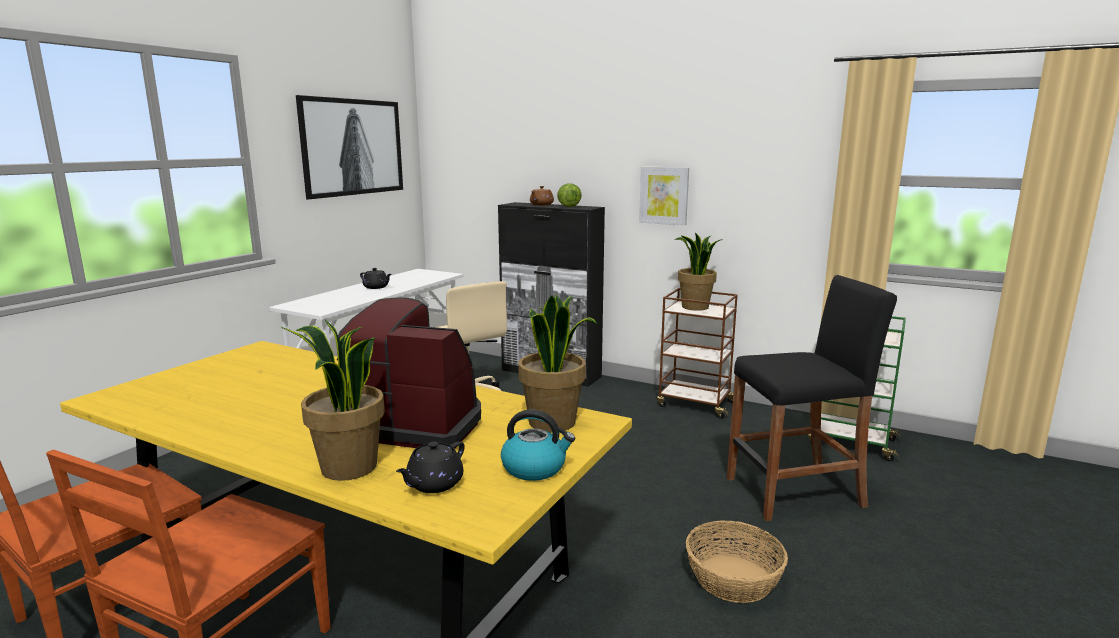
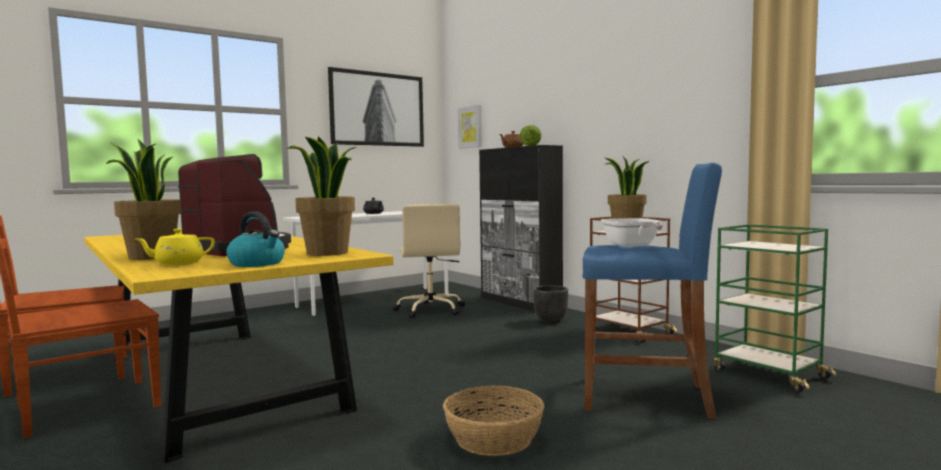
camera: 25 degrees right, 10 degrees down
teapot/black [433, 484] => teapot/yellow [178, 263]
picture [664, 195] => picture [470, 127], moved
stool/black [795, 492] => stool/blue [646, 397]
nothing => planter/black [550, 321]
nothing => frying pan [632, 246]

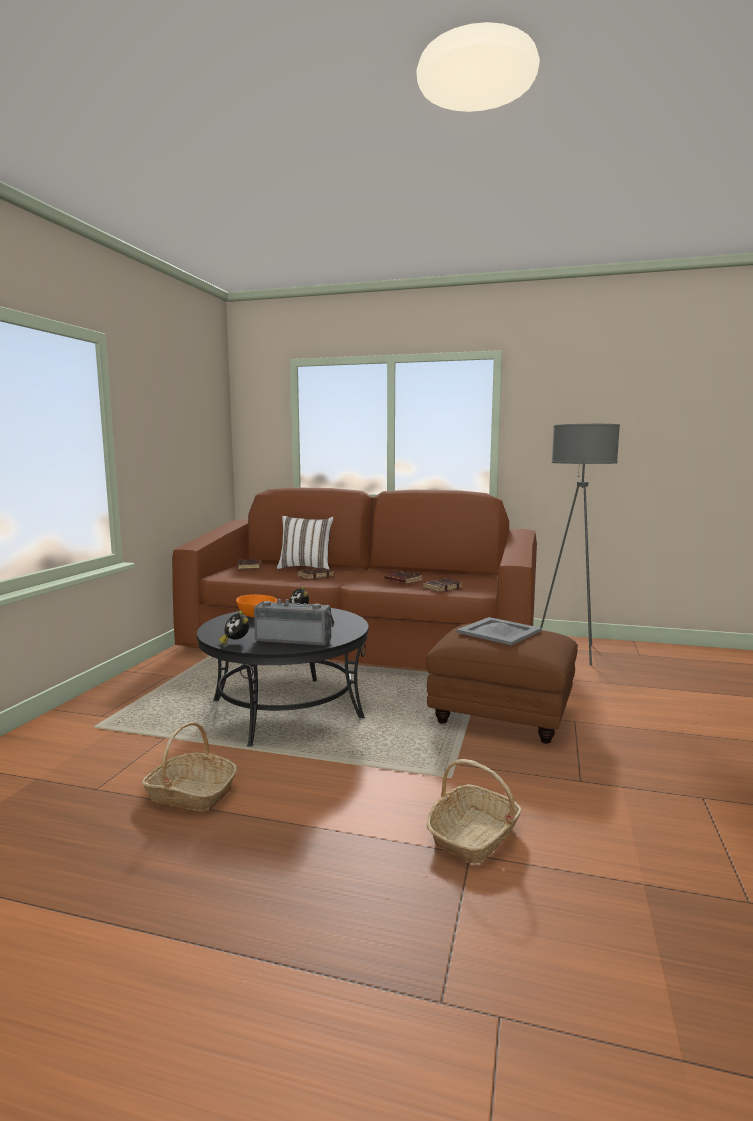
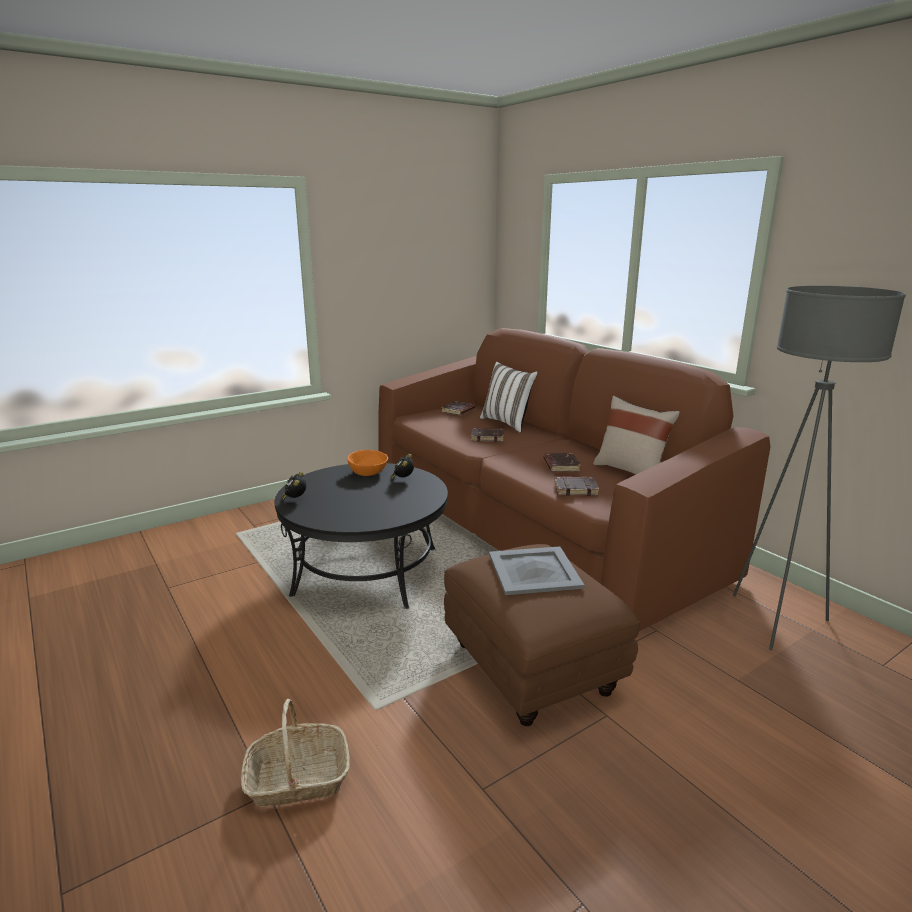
camera: 40 degrees right, 10 degrees up
basket [190, 794] => nothing
radio [294, 639] => nothing
nothing => pillow/beige [631, 471]

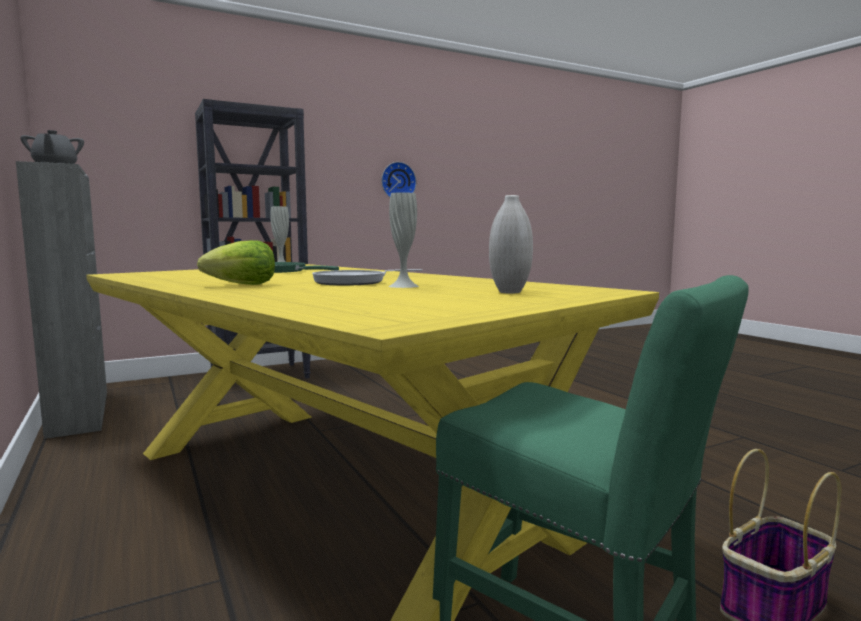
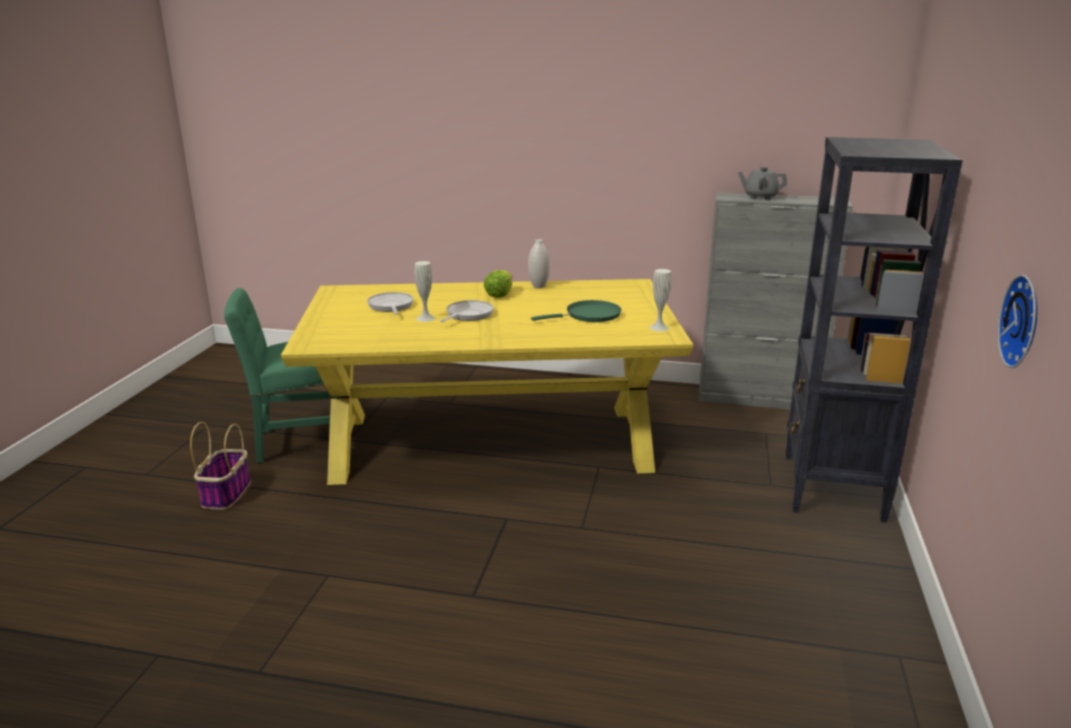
camera: 130 degrees right, 15 degrees up
vase/white [509, 292] => vase/white [538, 286], moved
nothing => frying pan [391, 306]

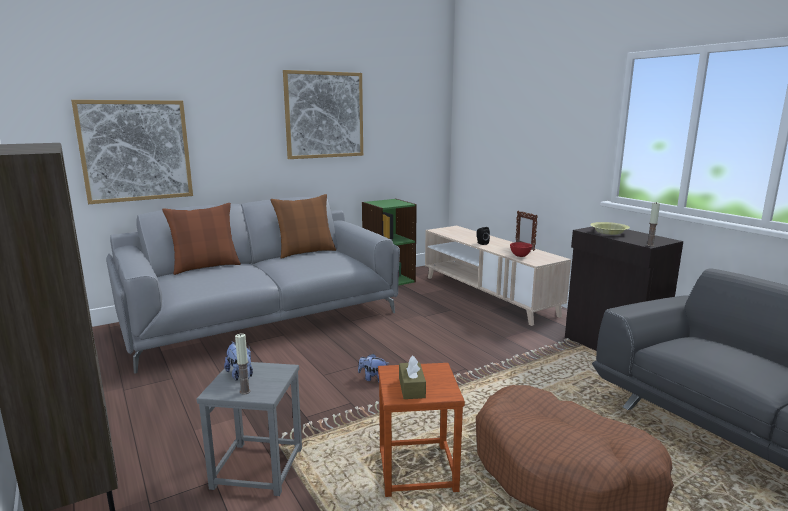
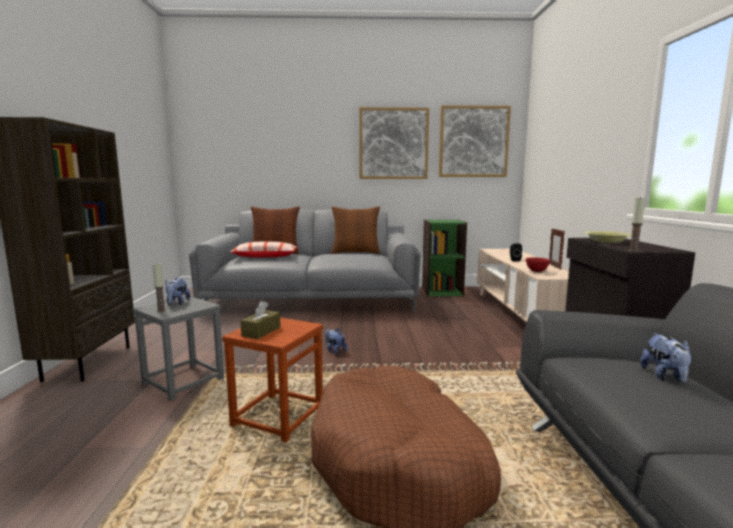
camera: 30 degrees right, 5 degrees down
picture [136, 151] => picture [473, 142], moved
nothing => pillow [265, 256]
nothing => plush toy [665, 376]

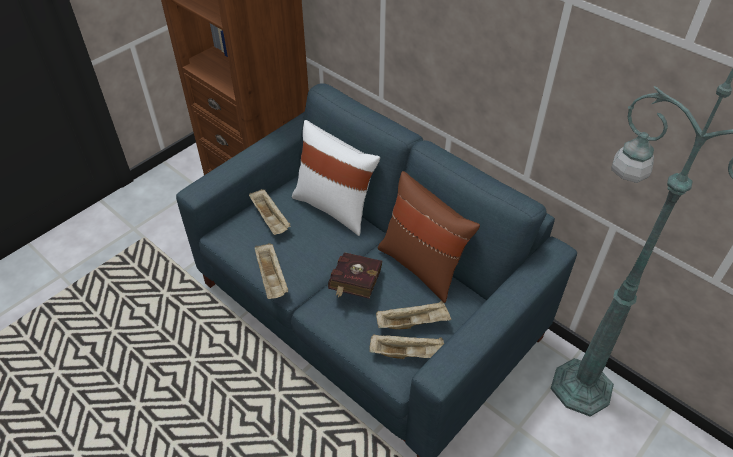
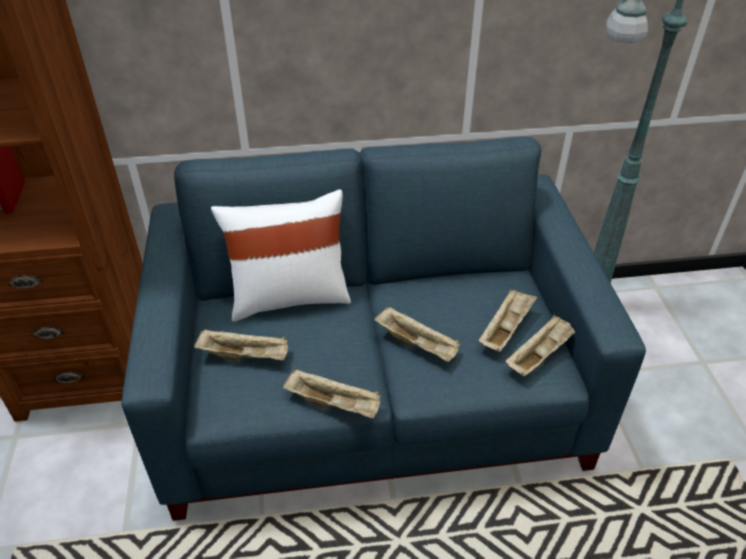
camera: 50 degrees left, 5 degrees down
book/red [354, 287] => tray/beige [417, 344]
pillow/brown [422, 266] => nothing

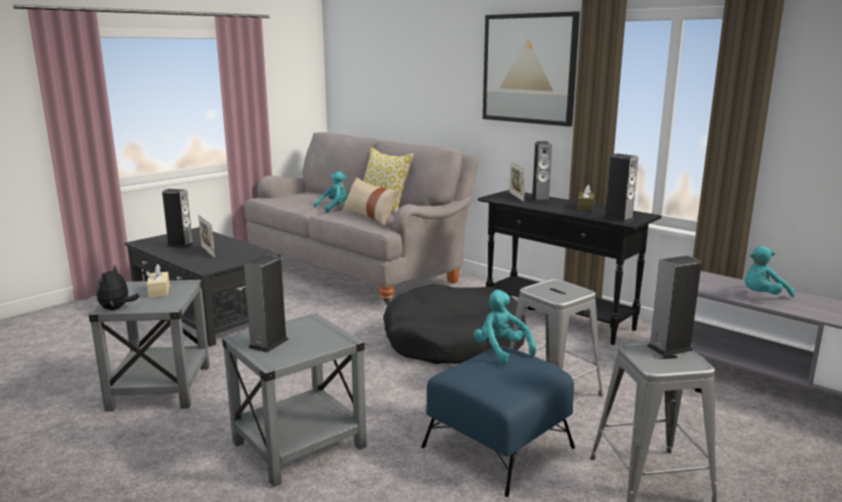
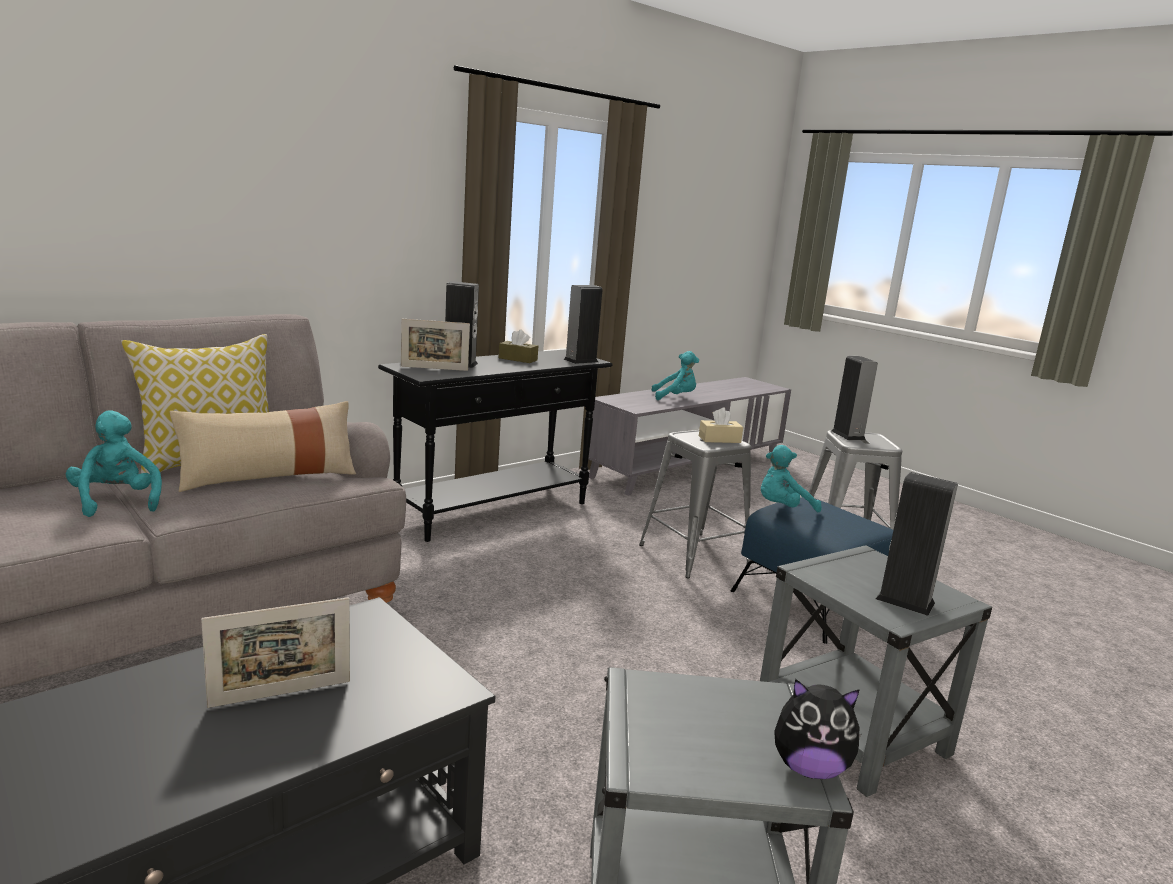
camera: 85 degrees left, 0 degrees up
tissue box/beige [159, 291] => tissue box/beige [719, 439], moved
speaker [180, 245] => nothing
dog bed/black [453, 342] => nothing
picture [529, 69] => nothing
plush toy/turquoise [762, 296] => plush toy/turquoise [675, 397], 75 degrees counterclockwise

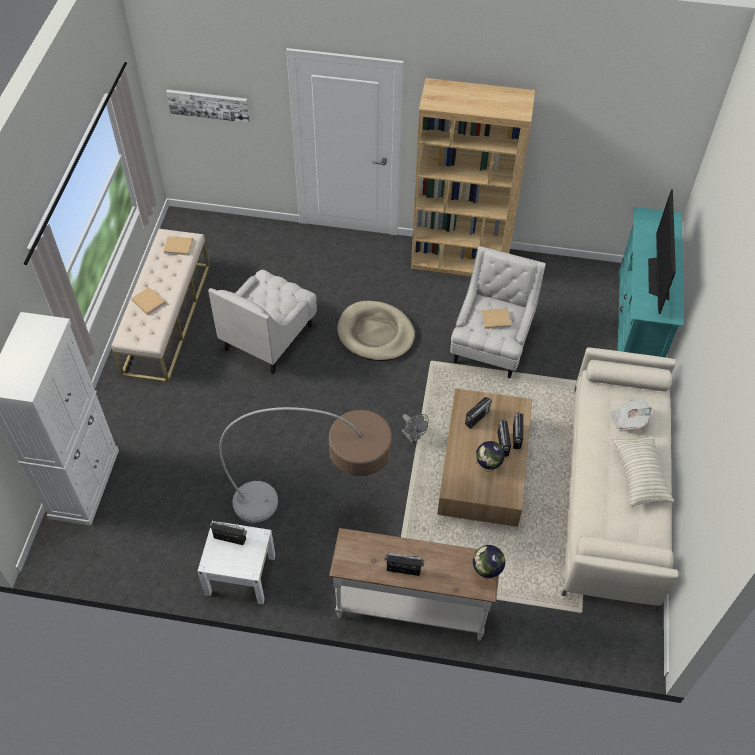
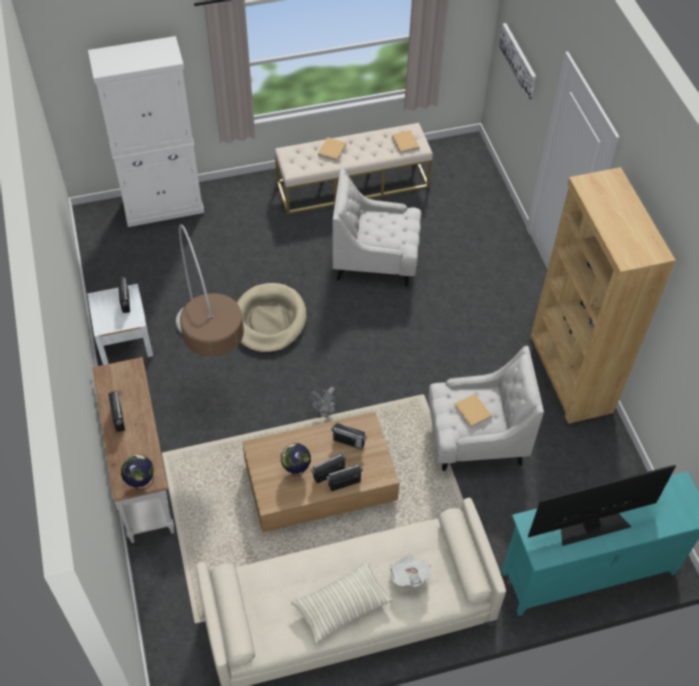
camera: 65 degrees right, 0 degrees up
dog bed/beige [375, 334] => dog bed/beige [269, 321], moved

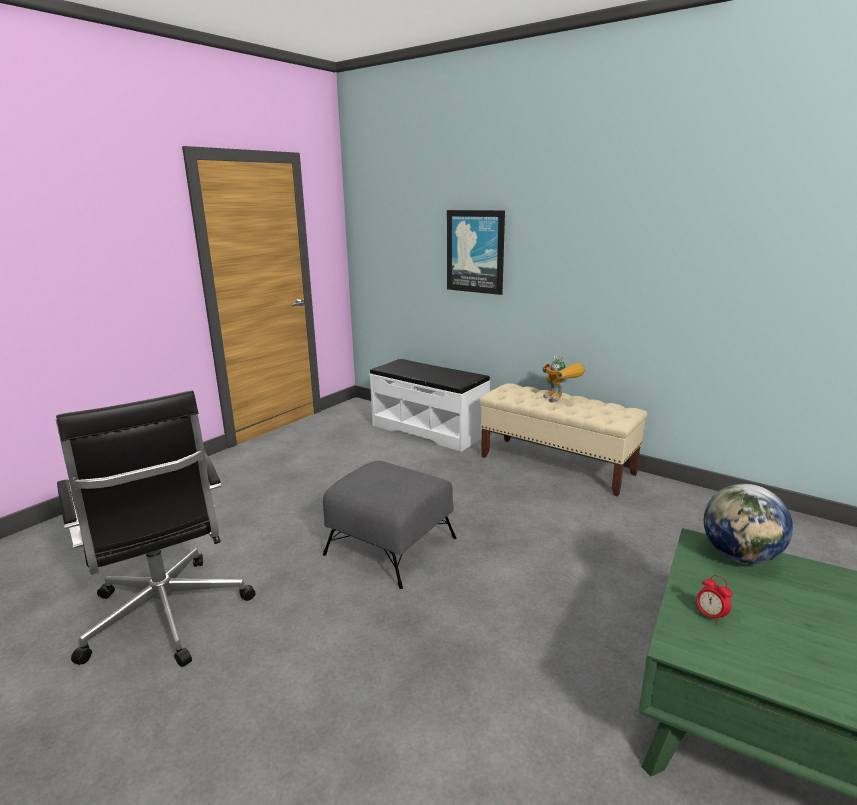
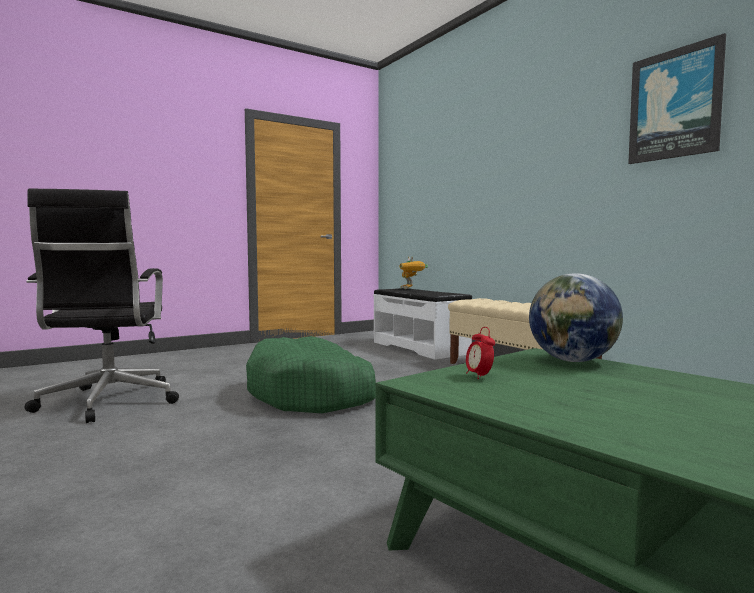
camera: 20 degrees right, 15 degrees down
ottoman/grey [390, 545] => dog bed/green [312, 394]
picture [475, 251] => picture [675, 104], moved
toy robot [561, 399] => toy robot [411, 288], moved

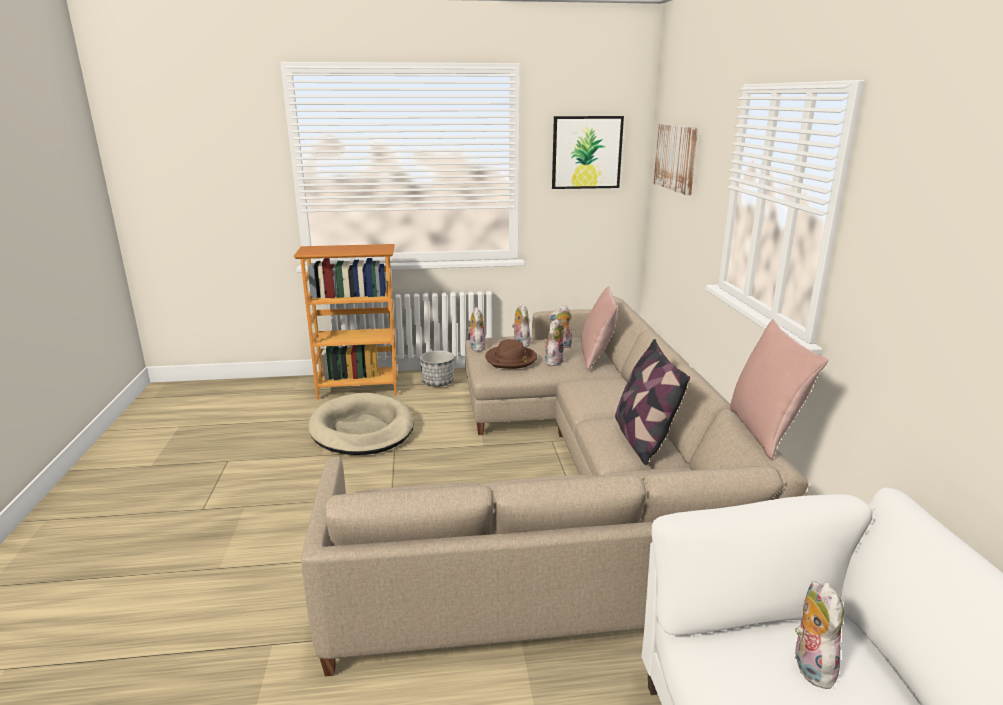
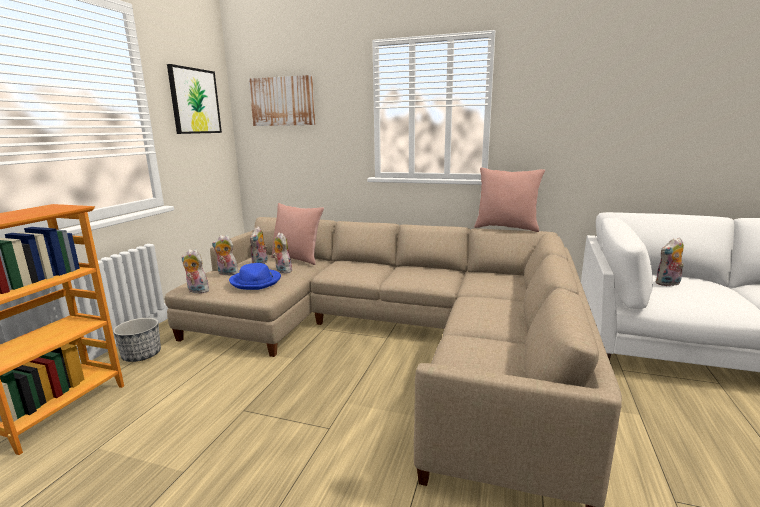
camera: 65 degrees left, 5 degrees down
dog bed/beige [362, 429] => nothing
hat/brown [511, 360] => hat/blue [256, 281]
pillow [642, 440] => nothing
plush toy [809, 666] => plush toy [668, 284], 45 degrees counterclockwise

